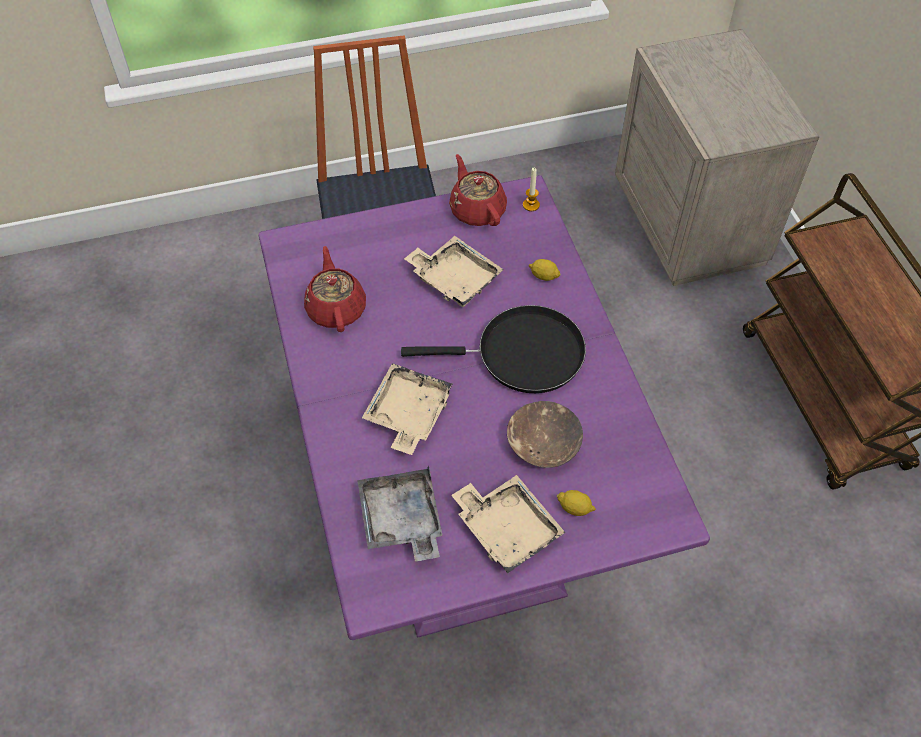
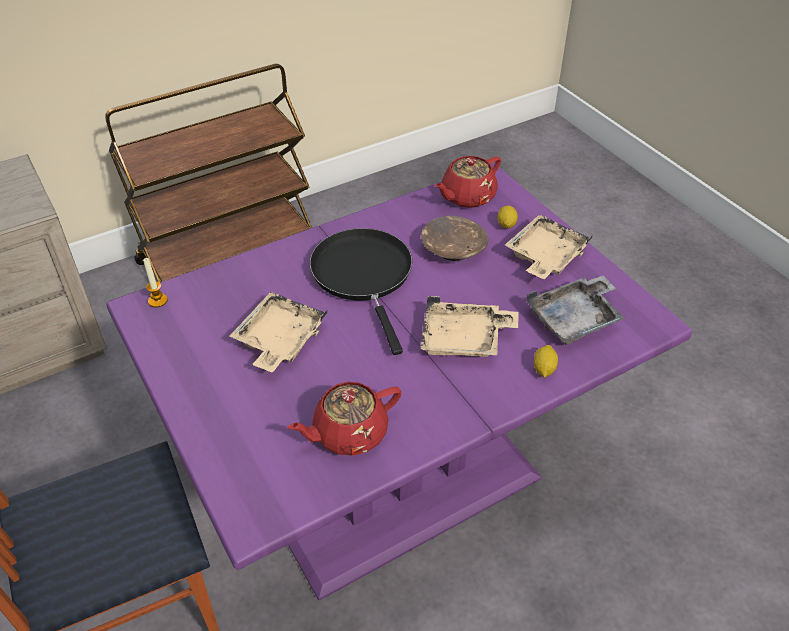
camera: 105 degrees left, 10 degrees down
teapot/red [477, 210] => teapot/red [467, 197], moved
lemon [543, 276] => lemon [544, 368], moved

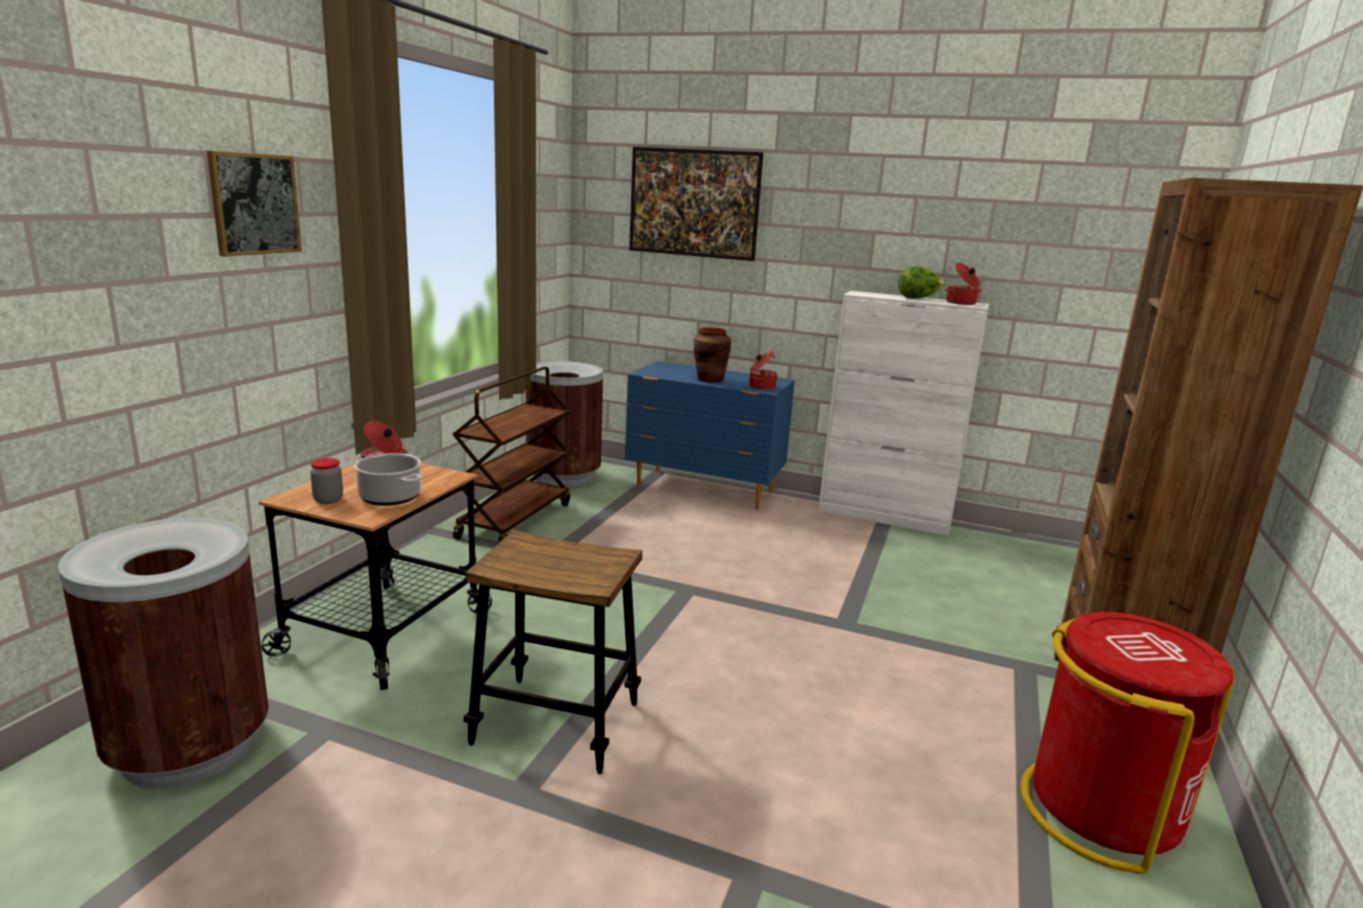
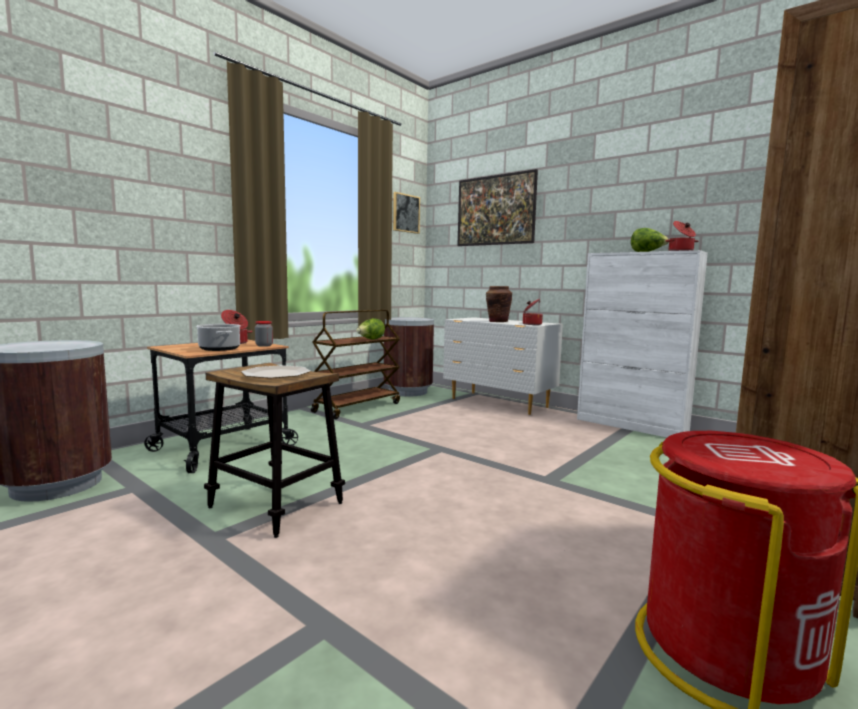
camera: 20 degrees right, 10 degrees down
picture [254, 204] => picture [406, 213], moved
jar [328, 500] => jar [264, 345], moved
dresser/blue [705, 490] => dresser/white [499, 403]
nothing => plate [277, 374]
nothing => lettuce [370, 339]

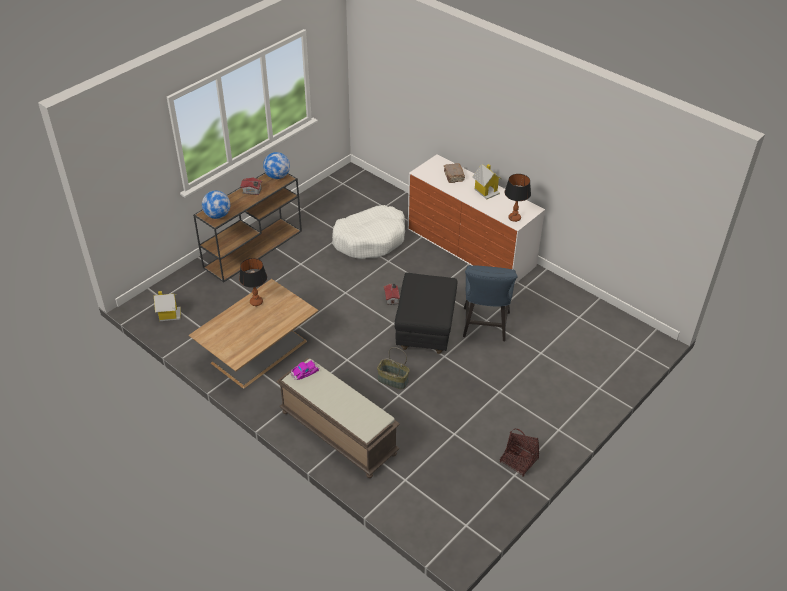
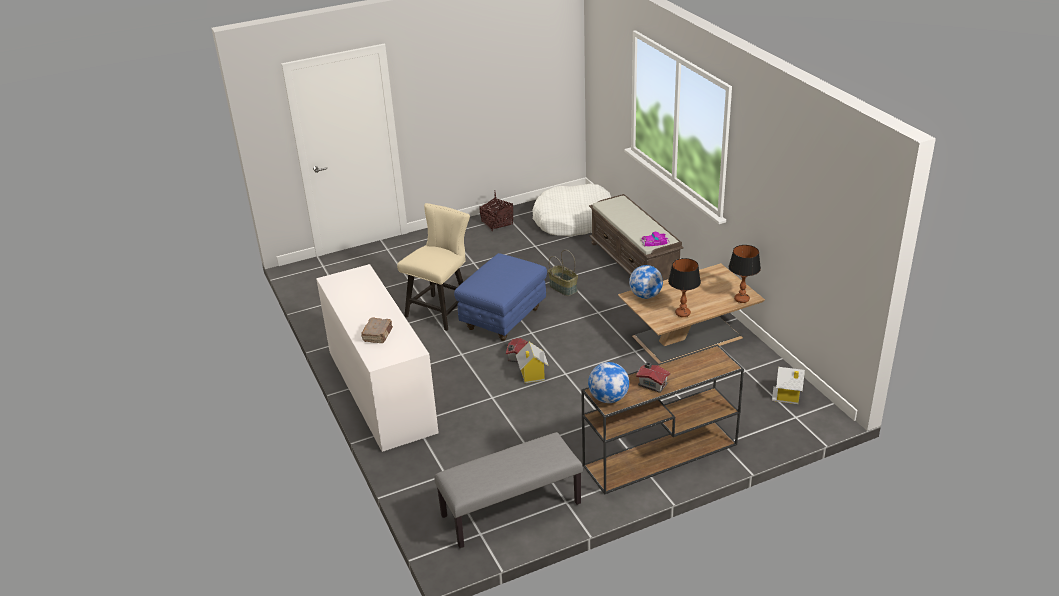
camera: 155 degrees left, 10 degrees down
globe [217, 215] => globe [645, 295], moved
dog bed/white [370, 239] => dog bed/white [574, 220], moved
ottoman/black [425, 331] => ottoman/blue [503, 319]
chair/blue [485, 327] => chair/beige [441, 310]
toy house [486, 190] => toy house [532, 375], moved
table lamp [514, 218] => table lamp [741, 299], moved
nothing => bench/grey [511, 510]

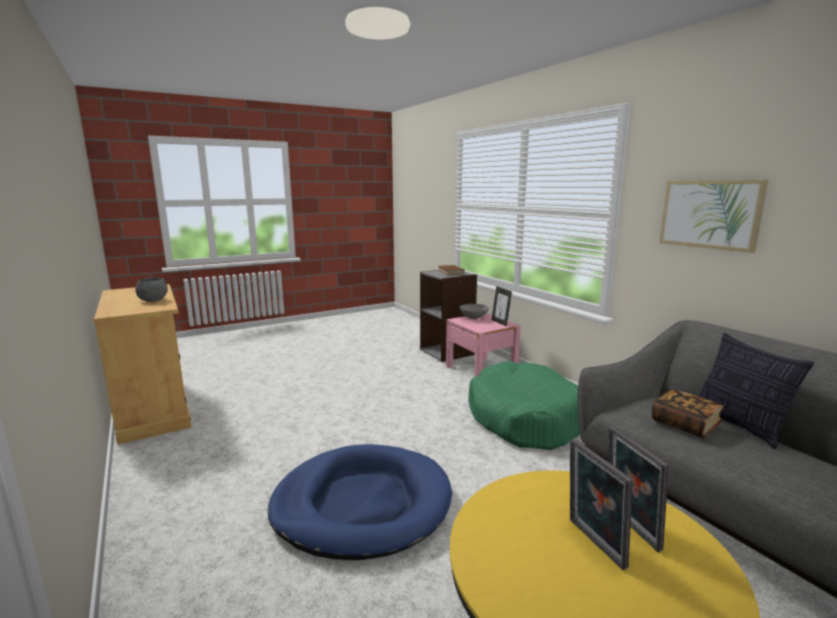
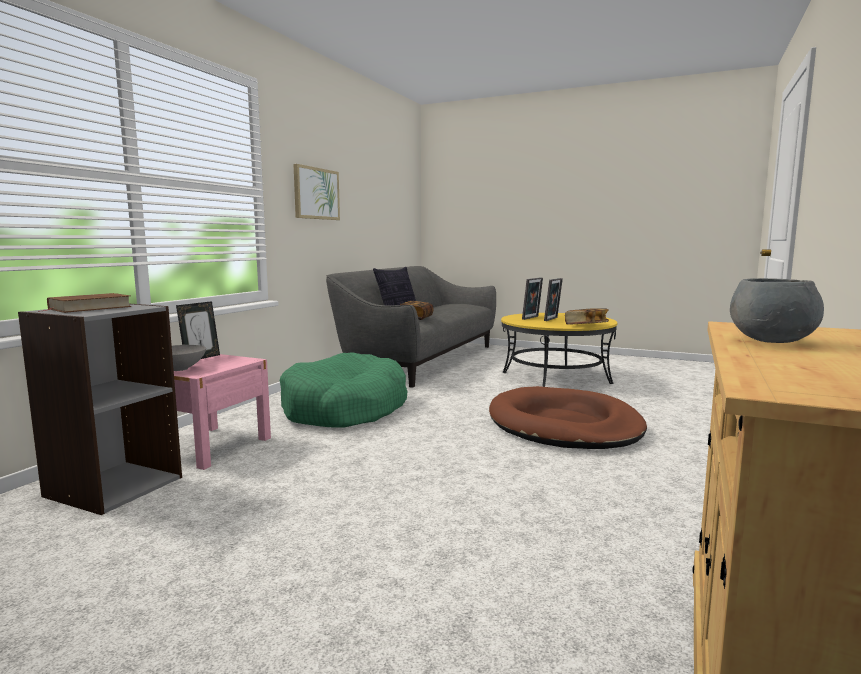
camera: 125 degrees left, 5 degrees down
dog bed/blue [362, 504] => dog bed/brown [564, 425]
nothing => book [586, 325]

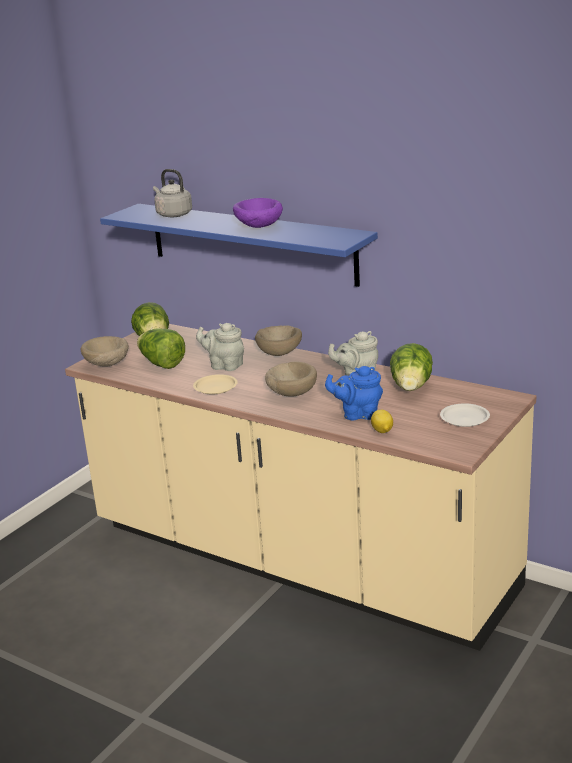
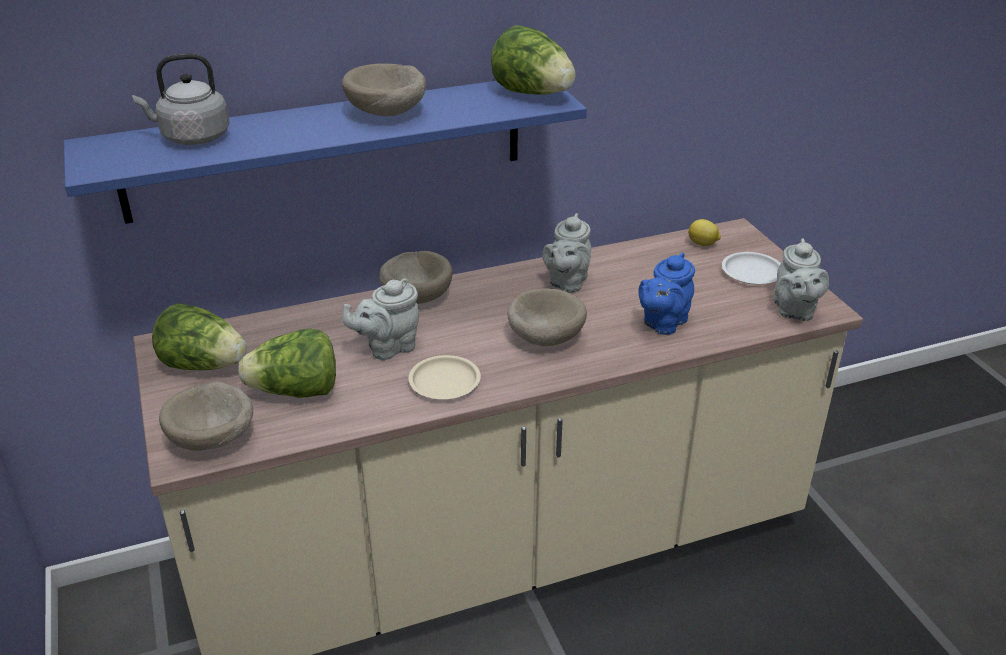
camera: 55 degrees left, 10 degrees up
bowl/purple [258, 227] => bowl/beige [387, 114]
lemon [382, 431] => lemon [703, 244], moved
lettuce [411, 388] => lettuce [533, 94], moved
nothing => teapot/grey [794, 311]

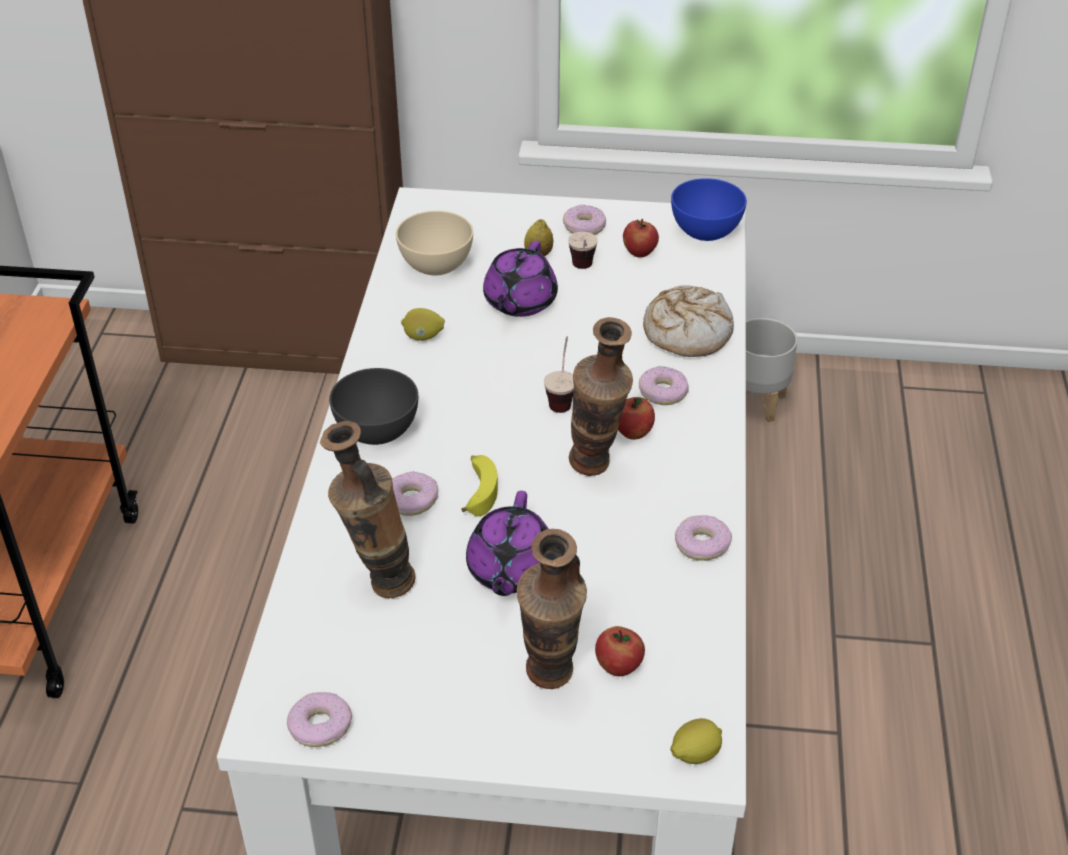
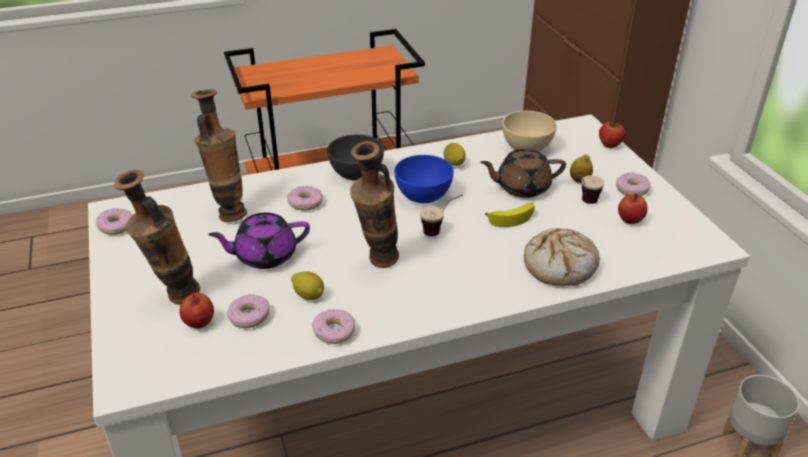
camera: 65 degrees right, 5 degrees down
banana [478, 490] => banana [512, 218], moved
teapot/purple [519, 302] => teapot/brown [521, 187]
apple [633, 433] => apple [609, 145], moved
donut [662, 392] => donut [249, 316], moved
lemon [694, 754] => lemon [309, 295], moved
bowl/blue [705, 232] => bowl/blue [423, 196], moved

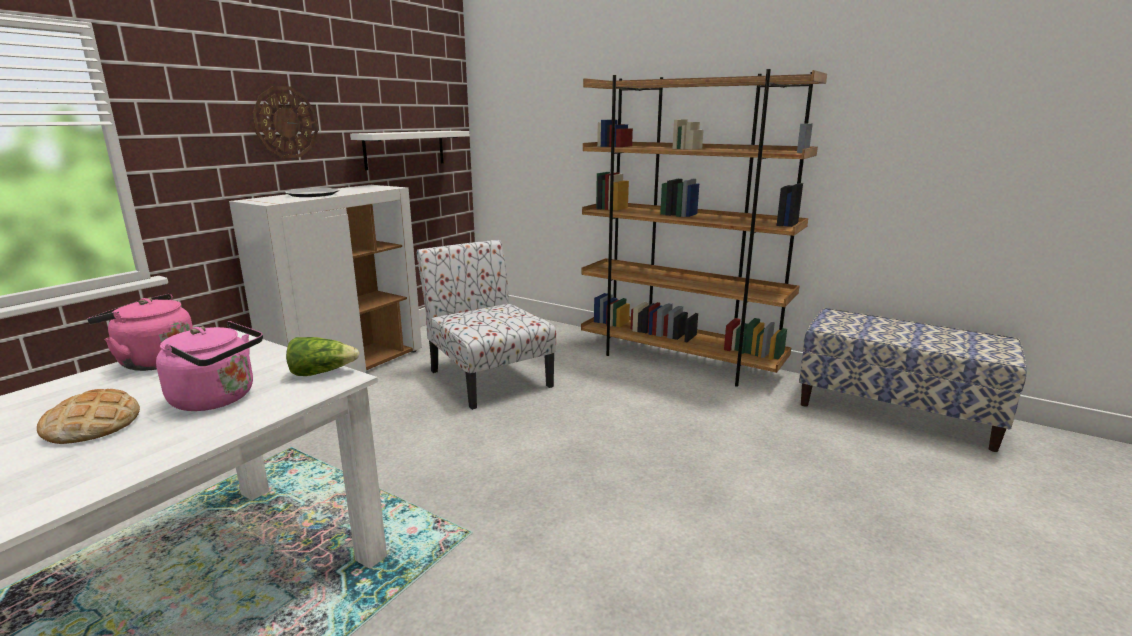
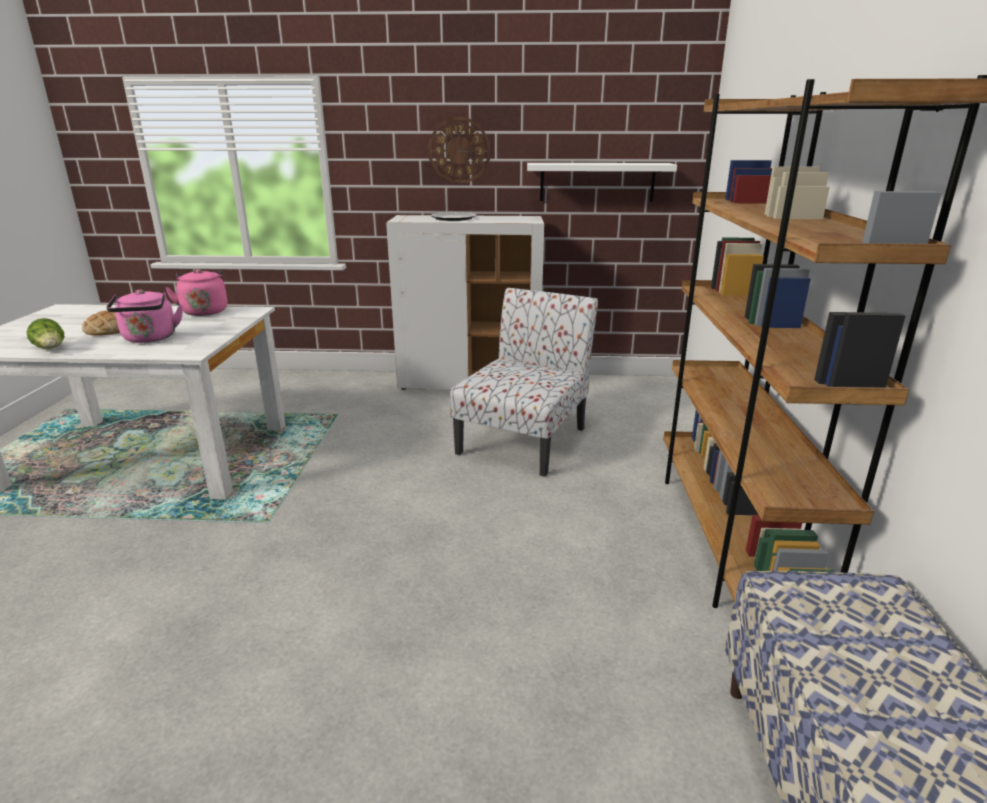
camera: 60 degrees right, 5 degrees up
lettuce [322, 372] => lettuce [51, 349], moved

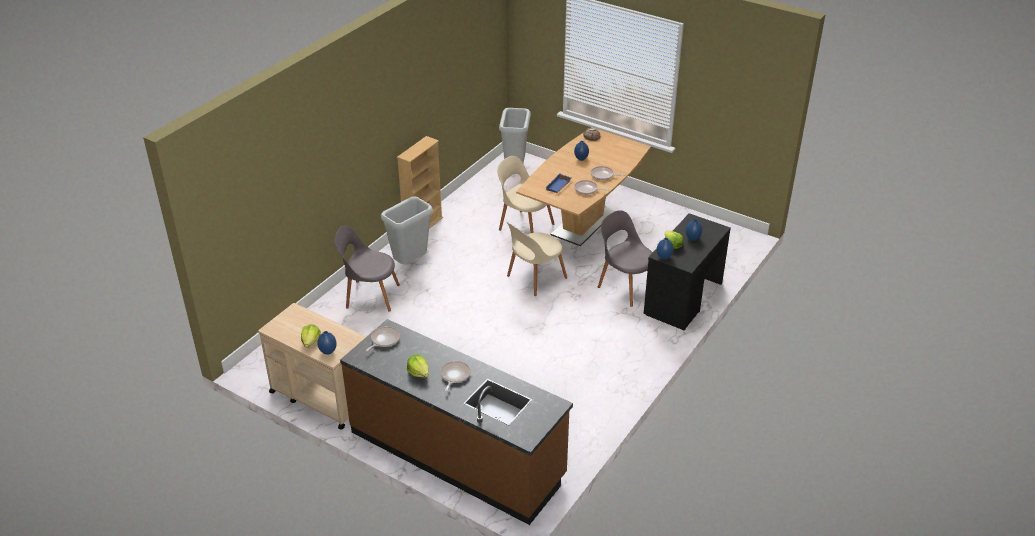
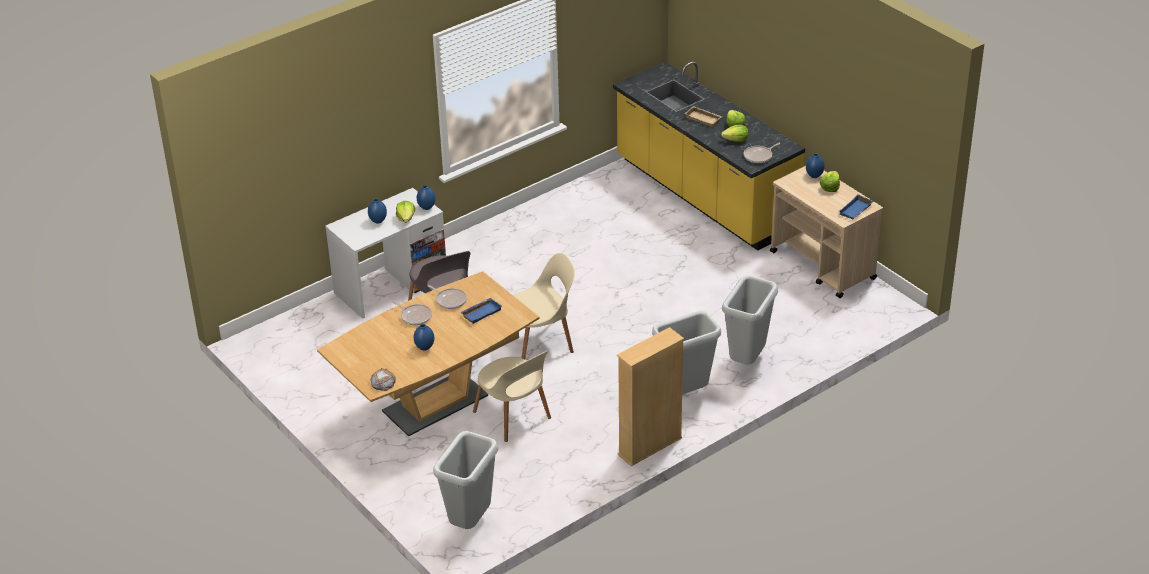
camera: 160 degrees left, 0 degrees up
chair/grey [370, 296] => trash can/grey [747, 361]
counter/brown [457, 454] => counter/yellow [704, 196]
frying pan [454, 375] => tray/beige [704, 118]
desk/black [683, 298] => desk/white [391, 285]
nothing => lettuce [736, 140]
nothing => tray/blue [856, 210]

